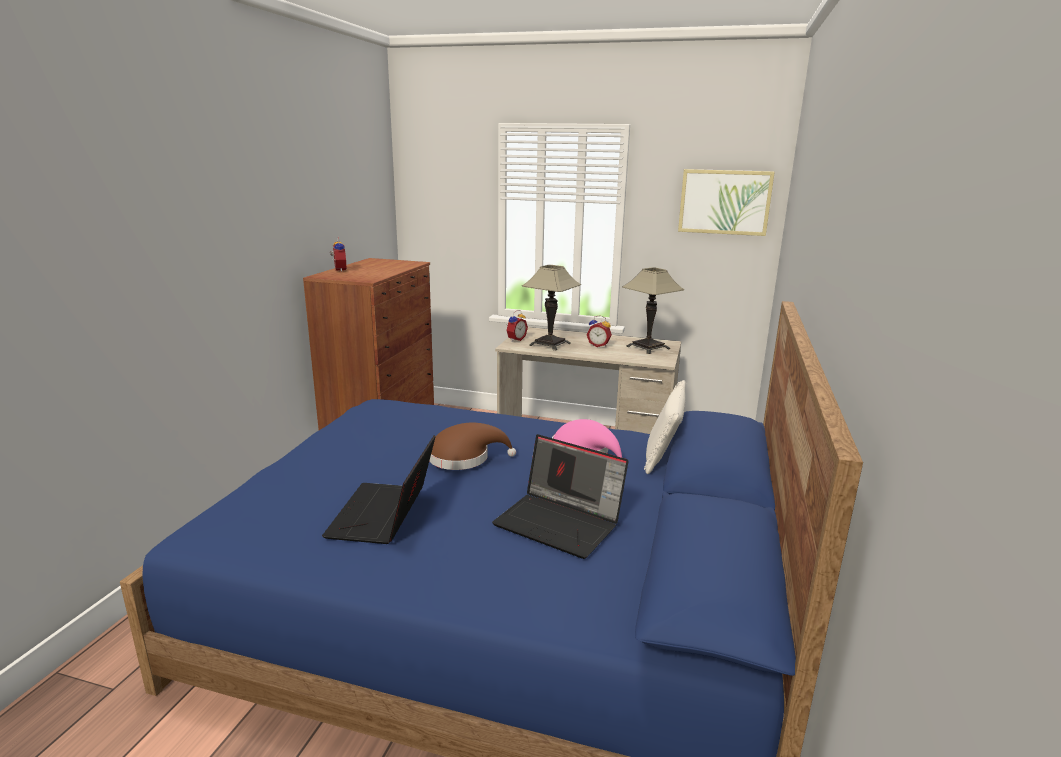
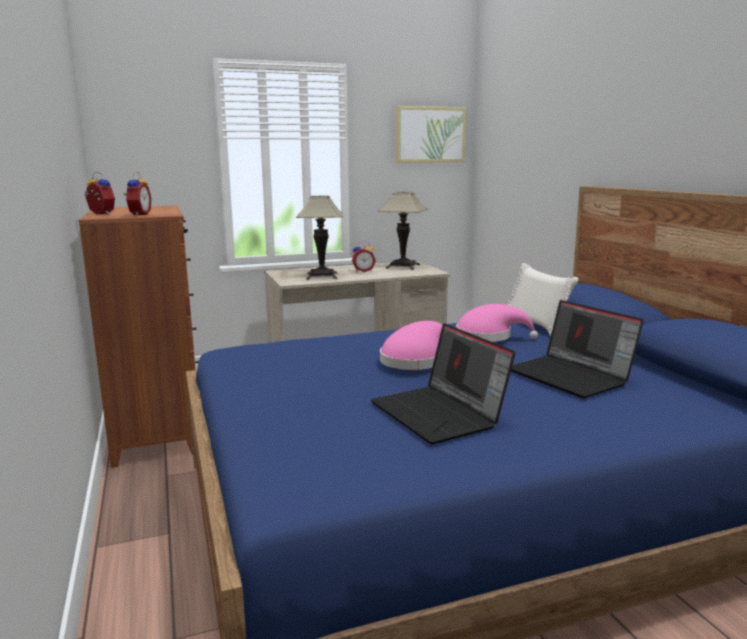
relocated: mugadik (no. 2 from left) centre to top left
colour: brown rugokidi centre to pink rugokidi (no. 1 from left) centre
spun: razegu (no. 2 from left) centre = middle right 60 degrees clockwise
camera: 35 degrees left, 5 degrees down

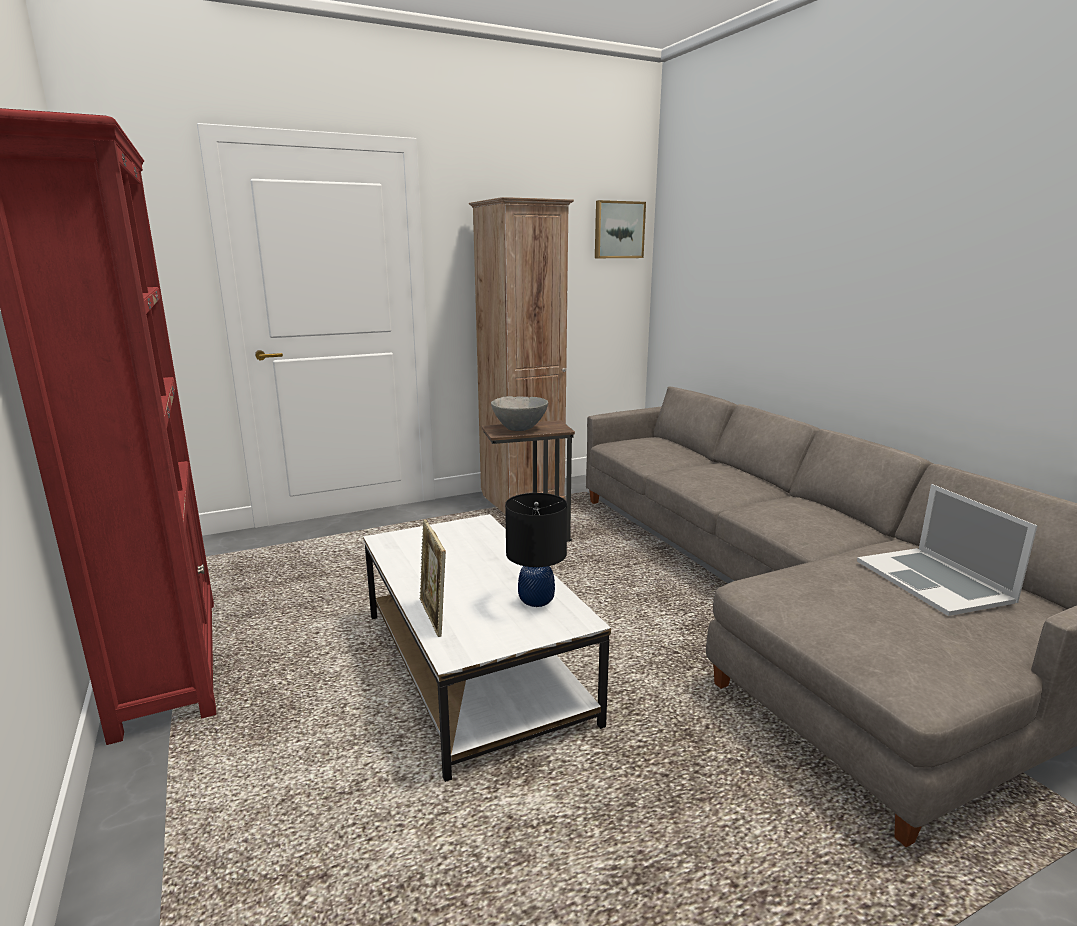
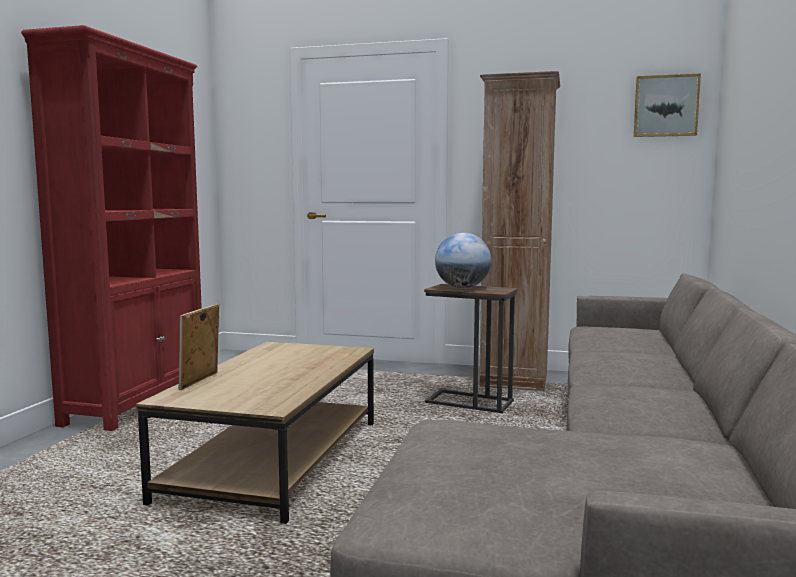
missing: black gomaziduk centre; razegu middle right
exchanged: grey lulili centre to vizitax centre
colour: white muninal bottom centre to brown muninal bottom left
camera: 40 degrees right, 10 degrees down

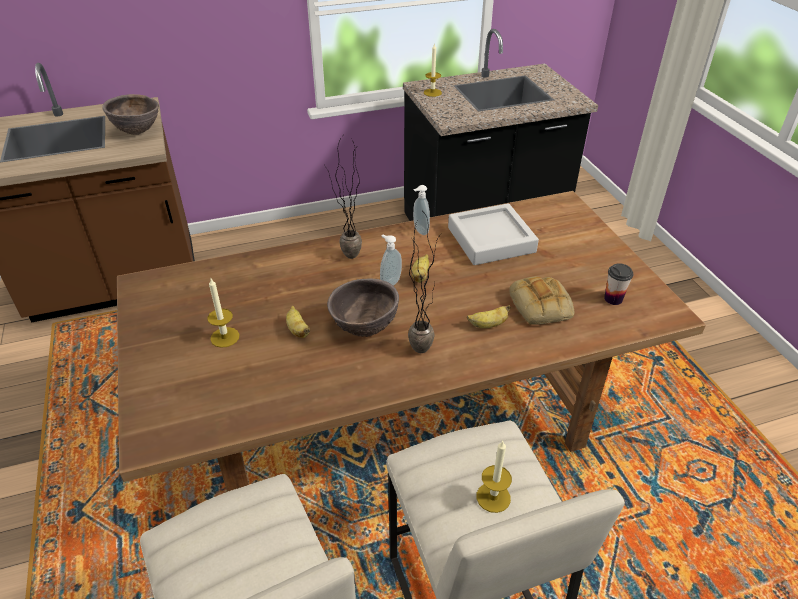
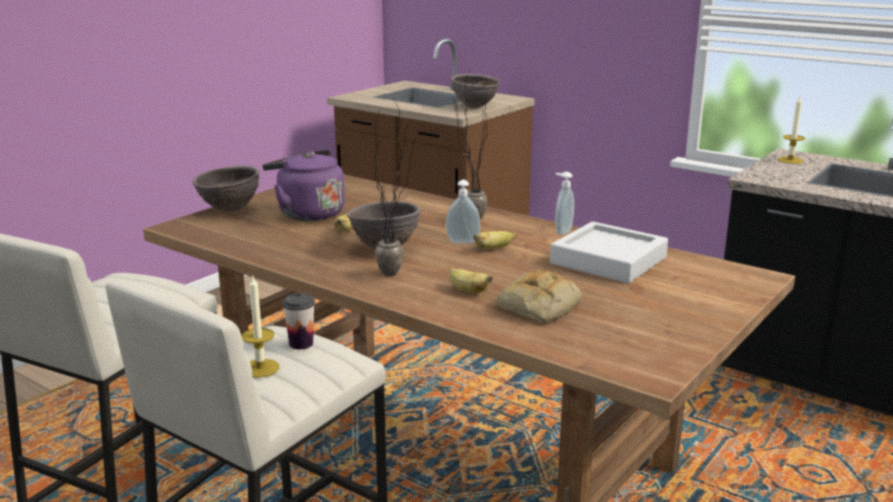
appeared: brown lulili (no. 1 from left) middle left
relocated: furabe middle right to centre
exchanged: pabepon (no. 1 from left) middle left to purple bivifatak centre
camera: 55 degrees right, 20 degrees down

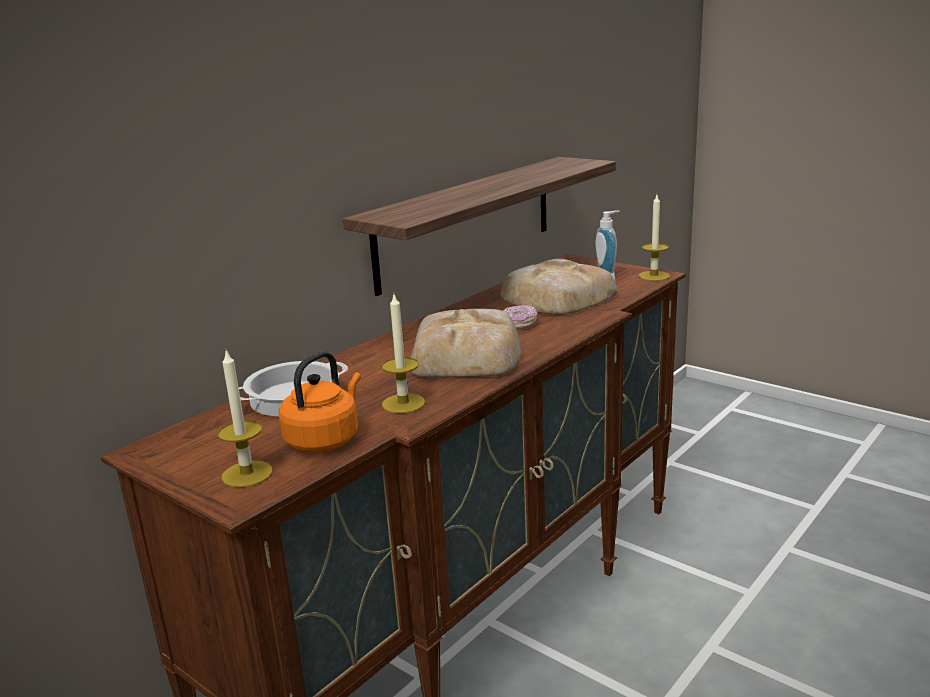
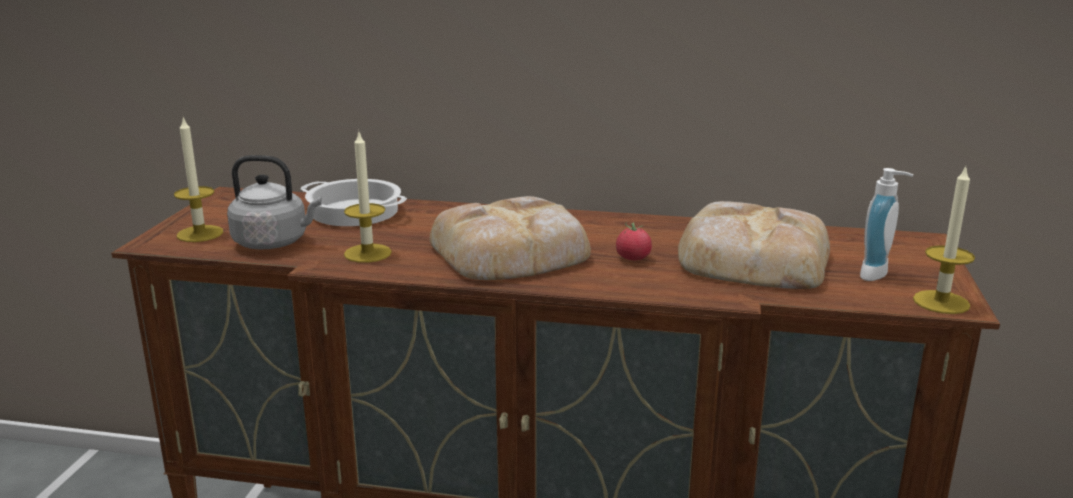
missing: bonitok top centre
exchanged: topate centre to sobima centre
colour: orange bivifatak centre to grey bivifatak middle left
camera: 60 degrees right, 0 degrees up

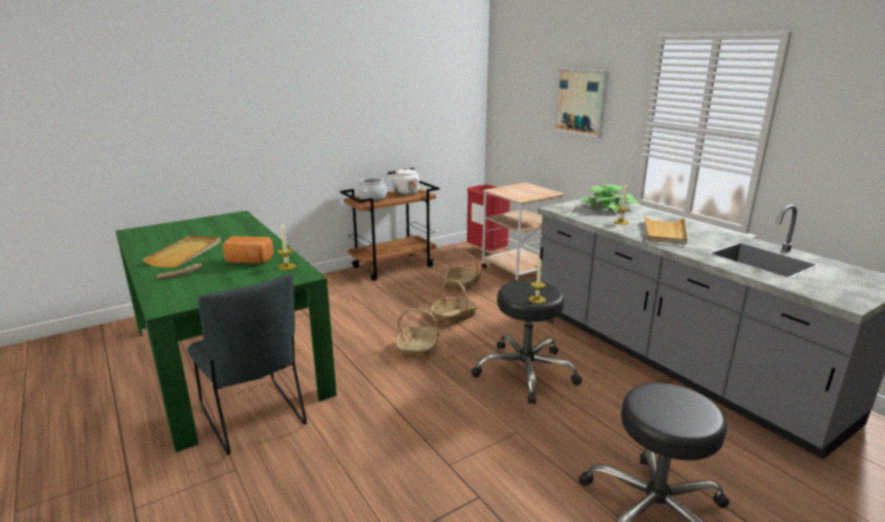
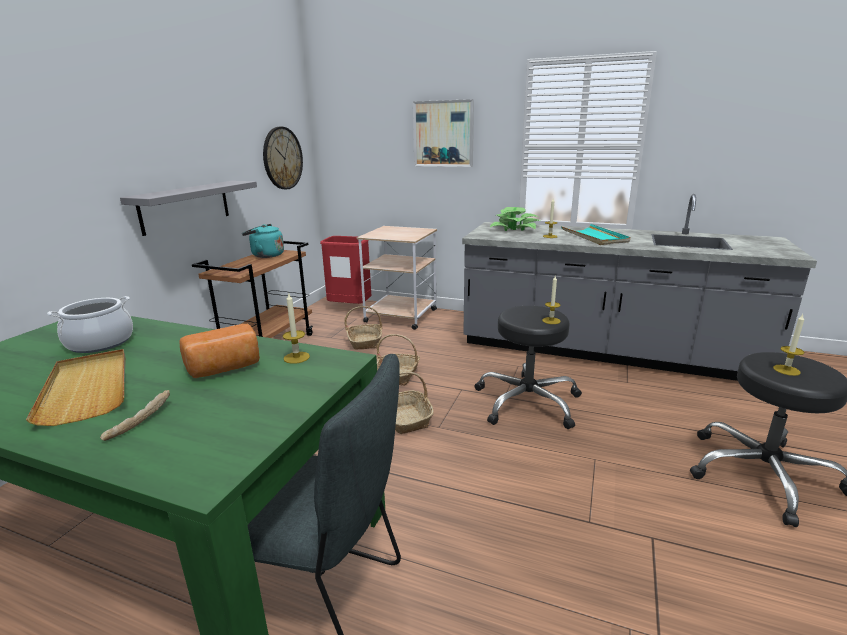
appeared: grey bonitok top left; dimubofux top centre; pabepon (no. 4 from left) middle right
relocated: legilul centre to middle left
colour: white bivifatak centre to turquoise bivifatak middle left; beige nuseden (no. 2 from left) middle right to turquoise nuseden middle right
camera: 35 degrees left, 0 degrees up

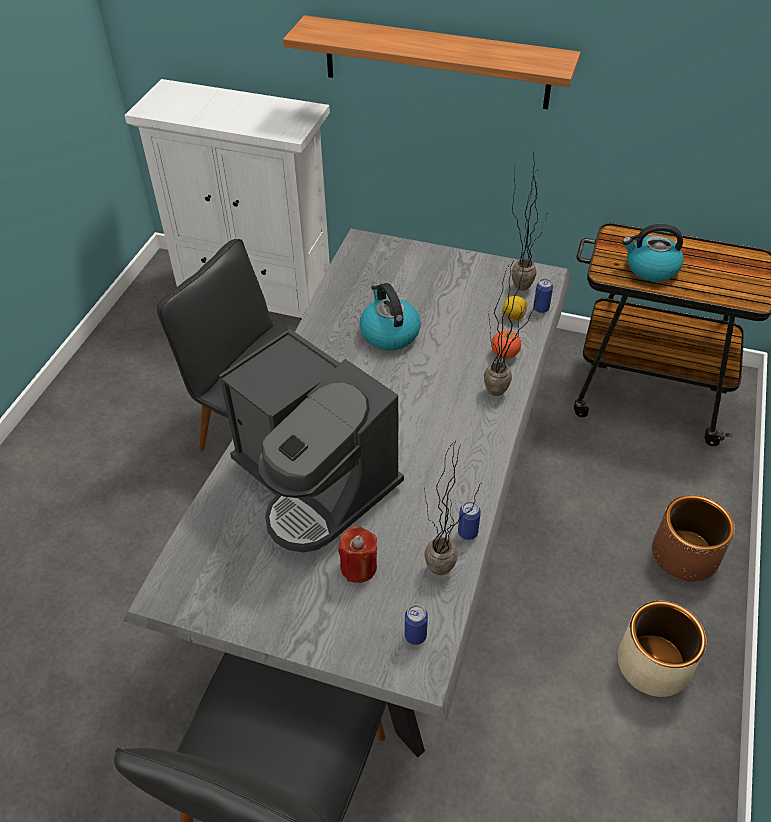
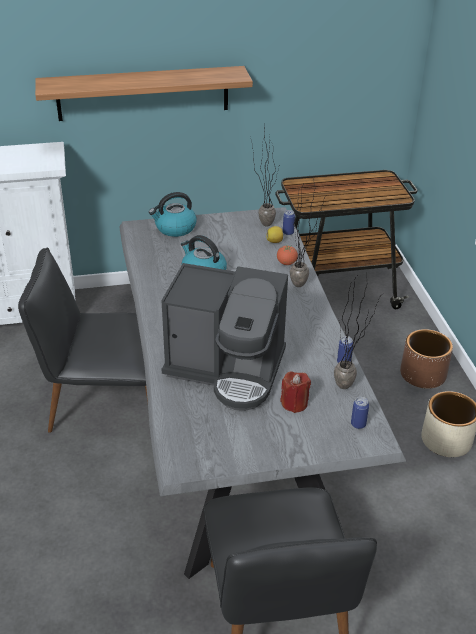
relocated: bivifatak (no. 2 from left in the first image) top right to bivifatak (no. 1 from left) centre
camera: 30 degrees left, 10 degrees down

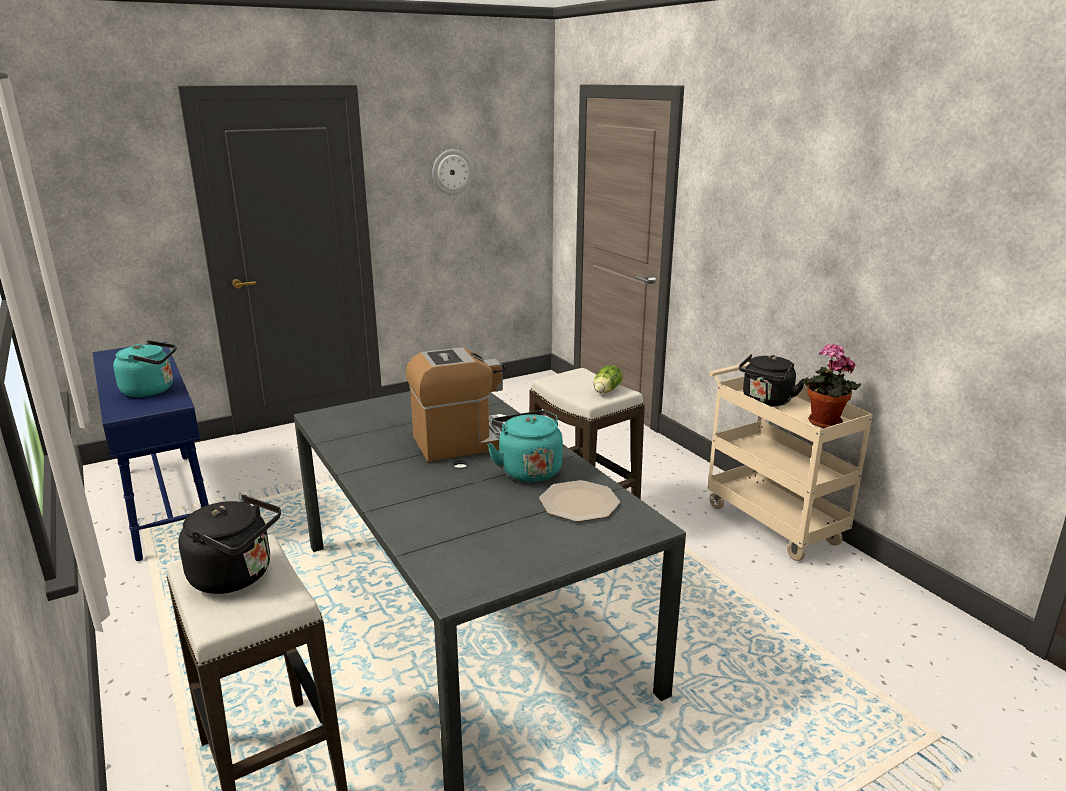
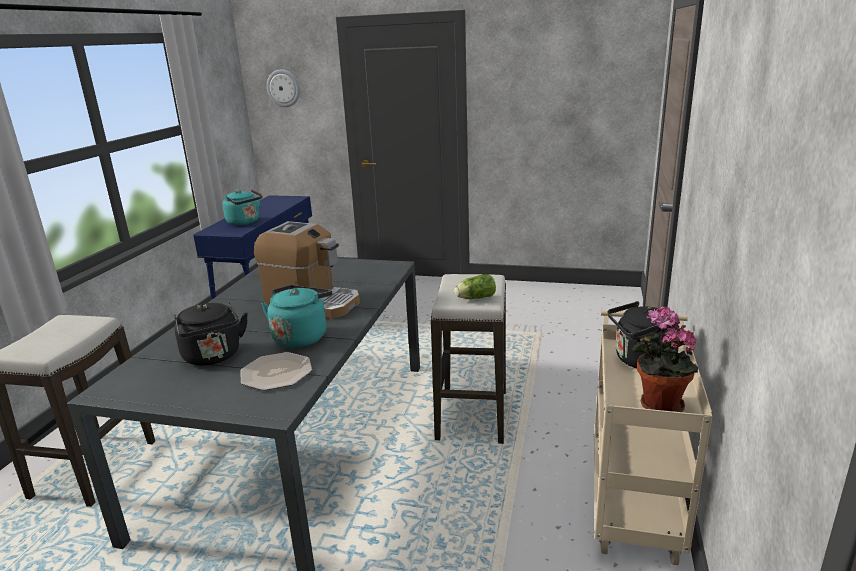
relocated: black bivifatak (no. 1 from left) bottom left to middle left; dimubofux top centre to top left
camera: 45 degrees right, 0 degrees up

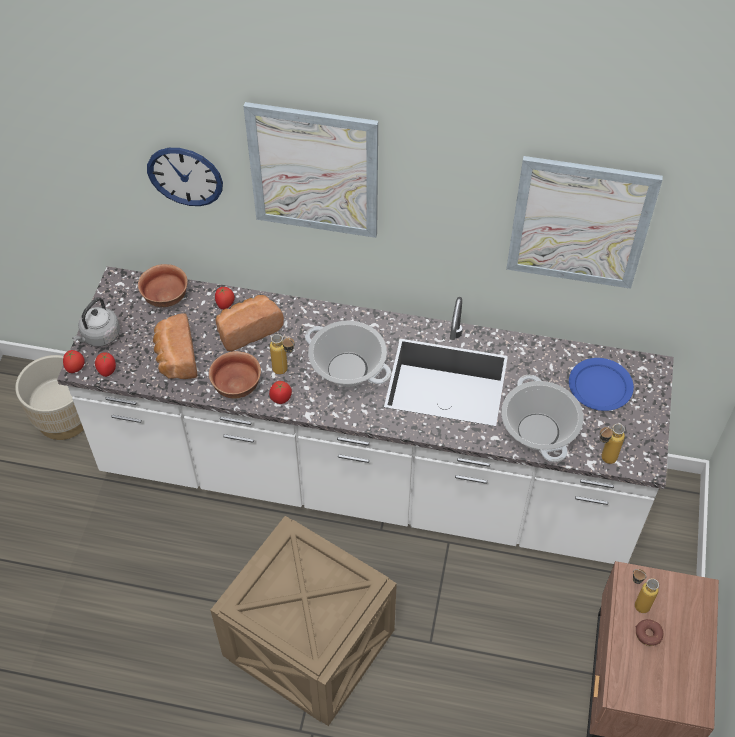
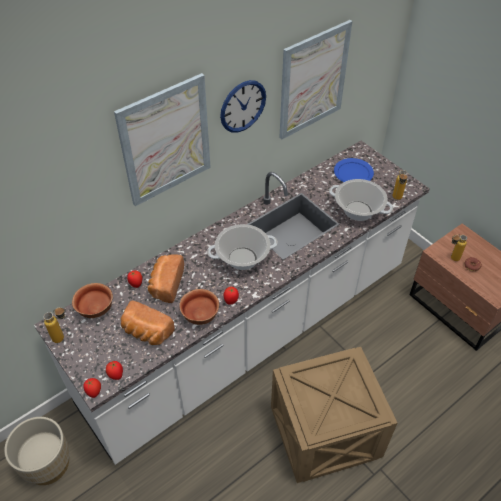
missing: grey bivifatak middle left
relocated: dimubofux top left to top centre; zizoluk (no. 1 from left) centre to middle left
camera: 50 degrees left, 5 degrees down

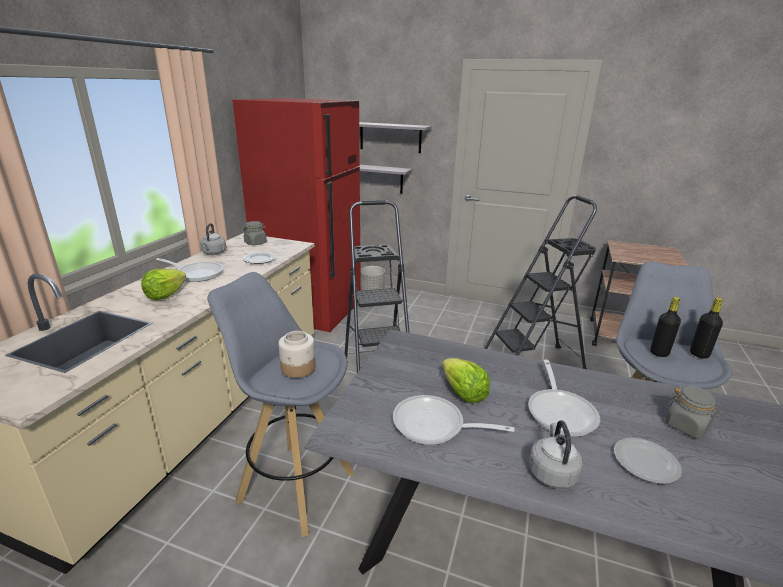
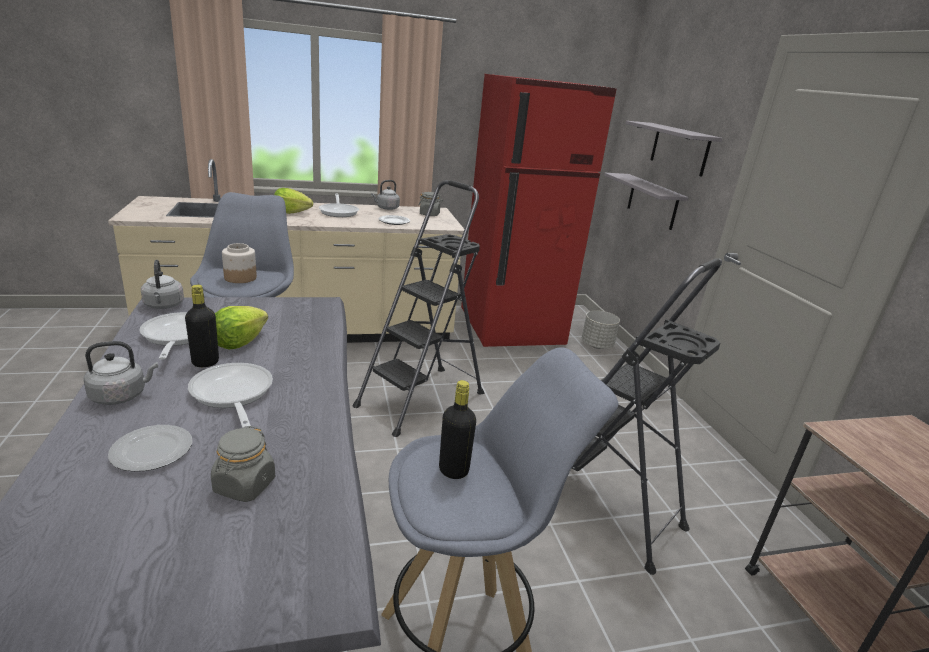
appeared: grey bivifatak (no. 2 from left) middle left
relocated: black zizoluk (no. 2 from left in the first image) middle right to black zizoluk (no. 1 from left) middle left
spun: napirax (no. 3 from left in the first image) bottom right = middle left 90 degrees clockwise
camera: 55 degrees right, 0 degrees up

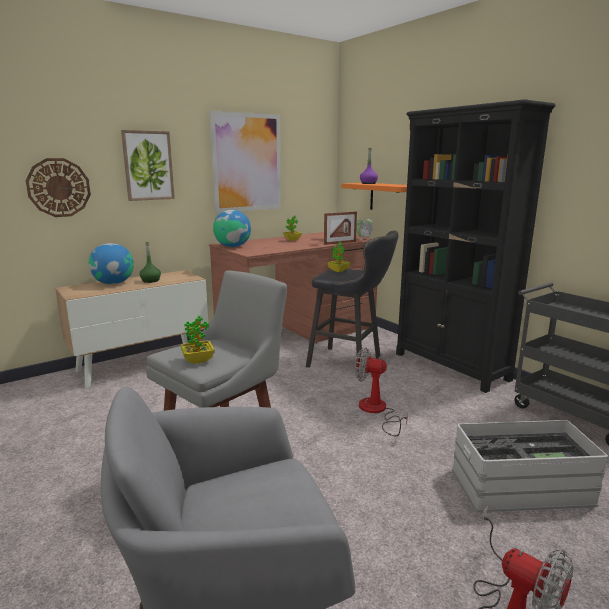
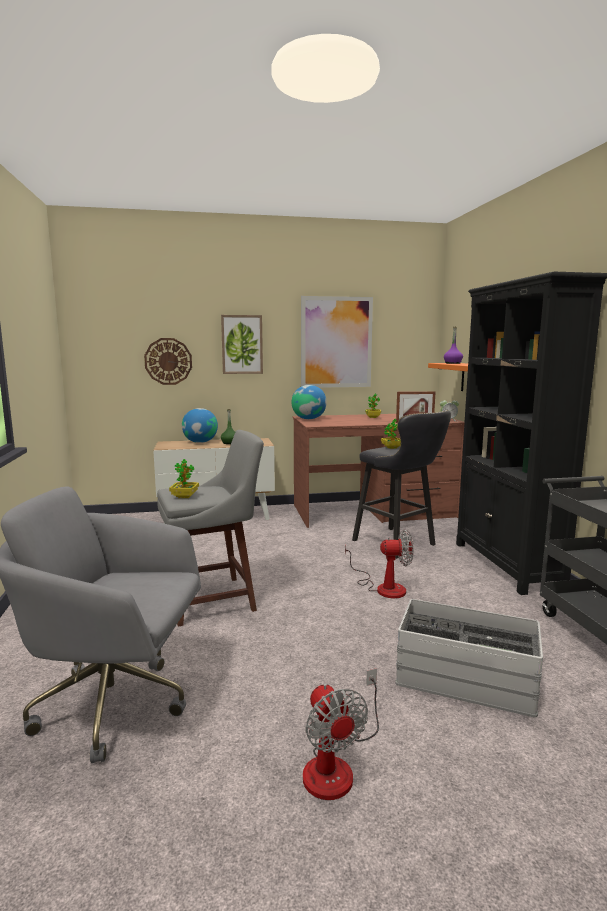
spun: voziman (no. 1 from left in the first image) centre = centre 135 degrees clockwise
camera: 25 degrees right, 5 degrees down

